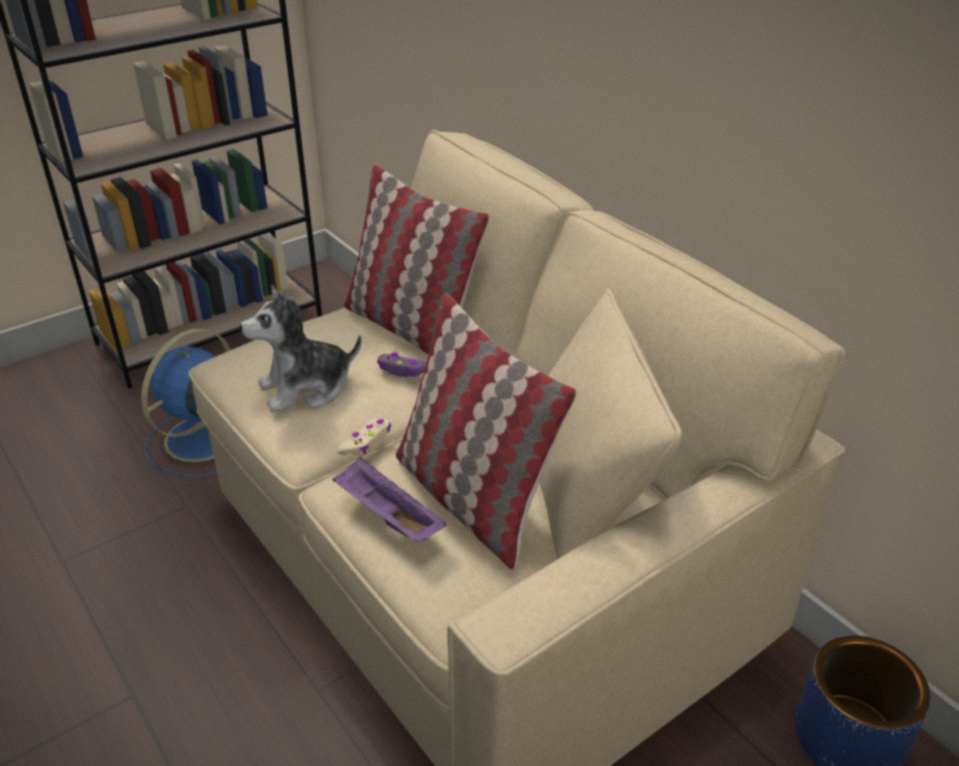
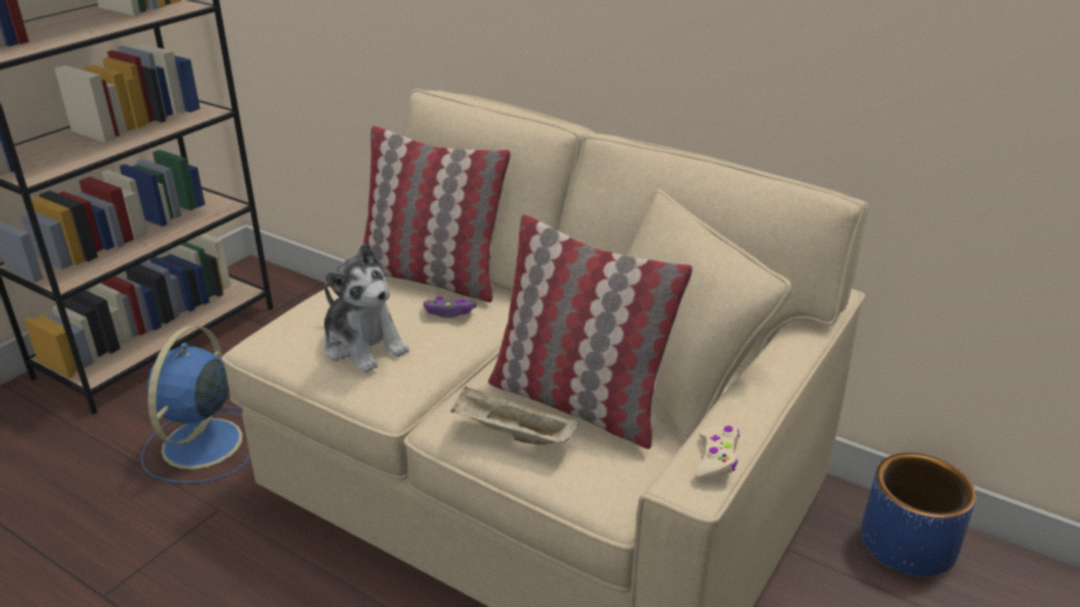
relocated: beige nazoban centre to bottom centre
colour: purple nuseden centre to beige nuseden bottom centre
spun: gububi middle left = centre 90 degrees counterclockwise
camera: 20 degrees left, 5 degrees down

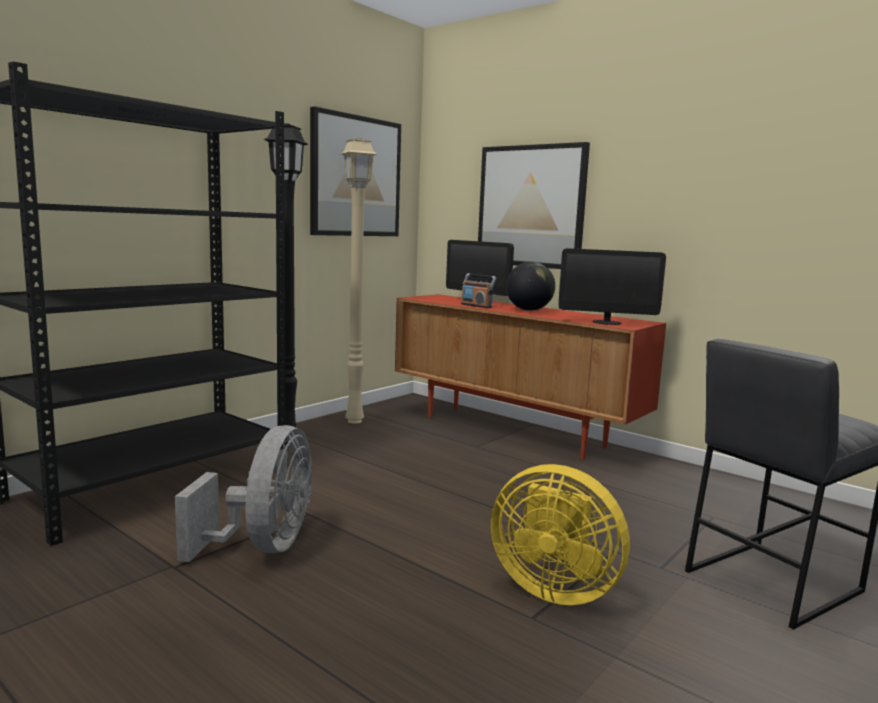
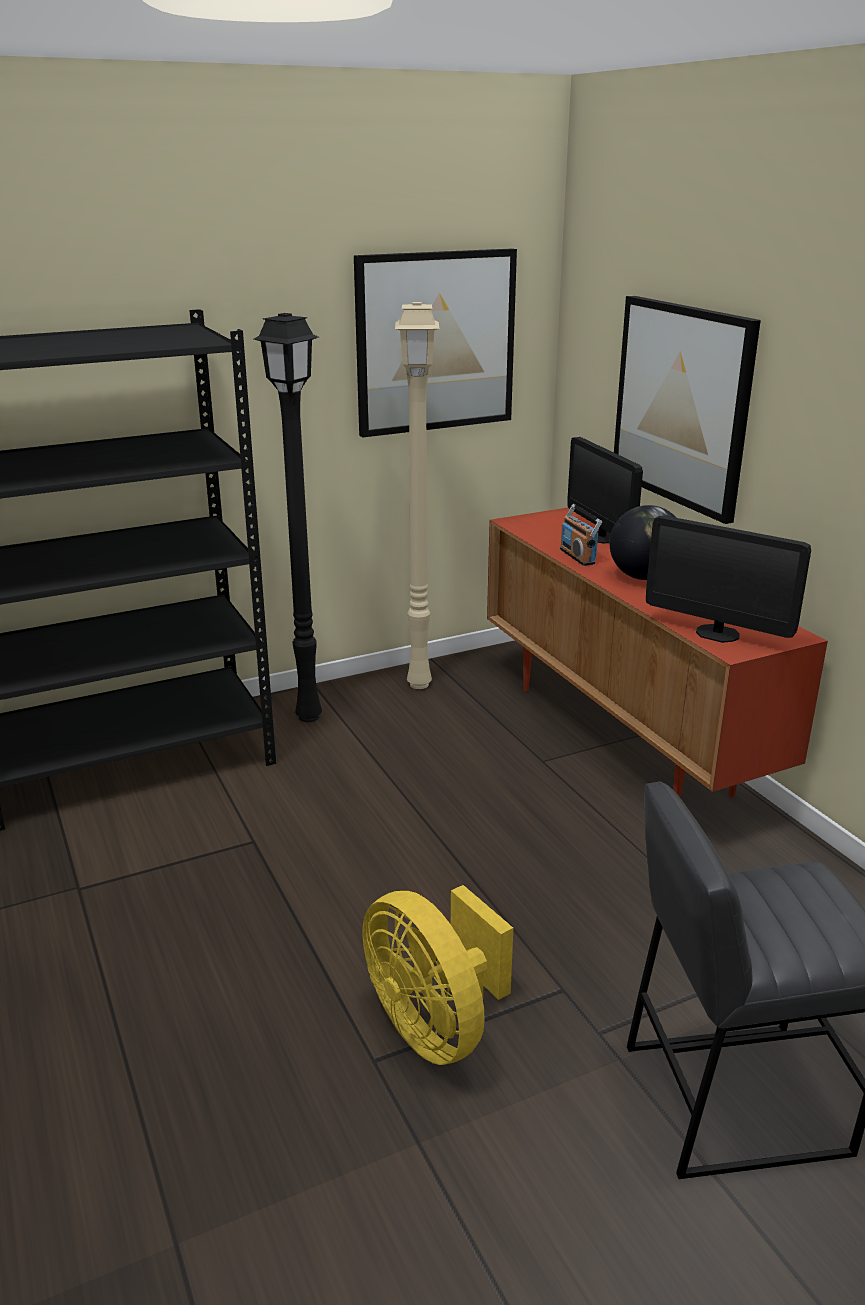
missing: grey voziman bottom left
camera: 25 degrees right, 15 degrees up

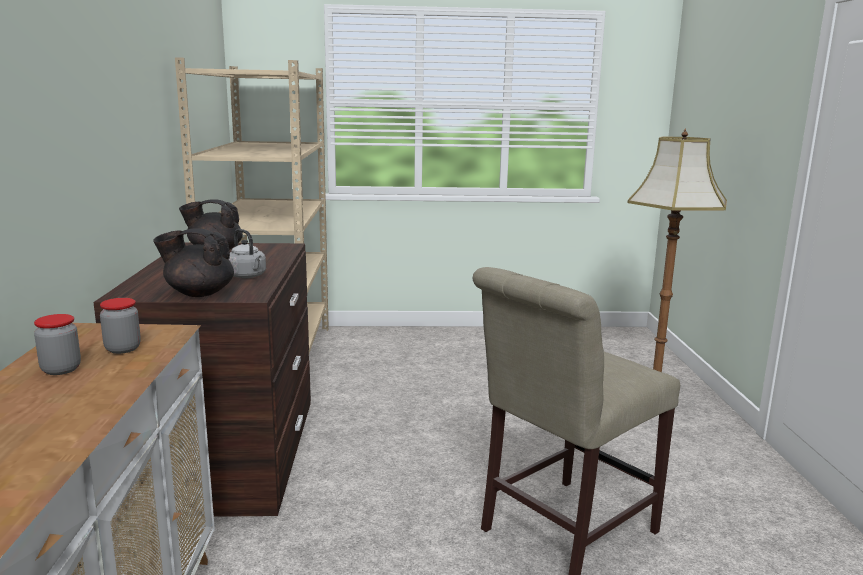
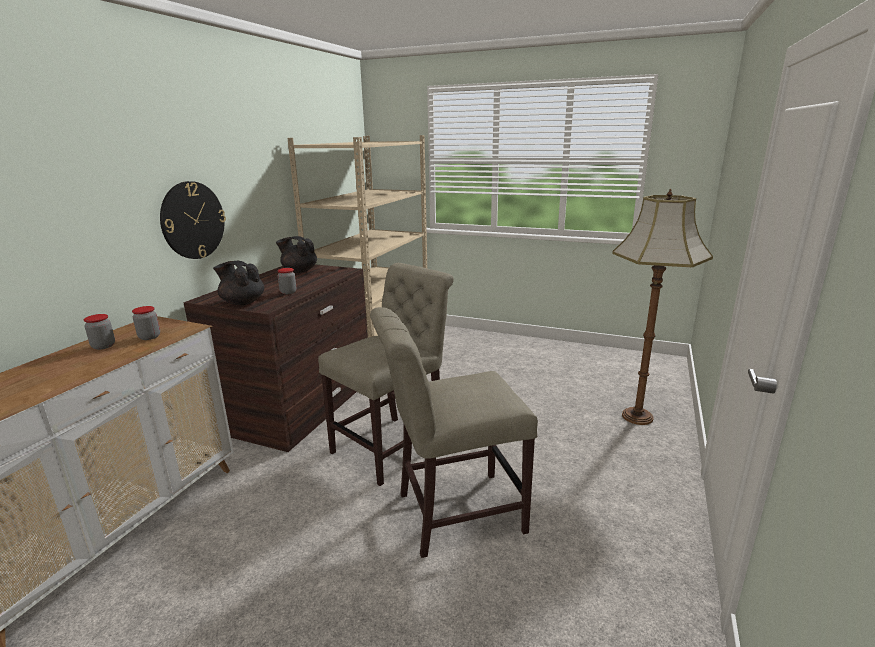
appeared: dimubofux middle left; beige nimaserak (no. 1 from left) centre
exchanged: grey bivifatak middle left to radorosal (no. 3 from left) middle left
camera: 25 degrees right, 5 degrees up

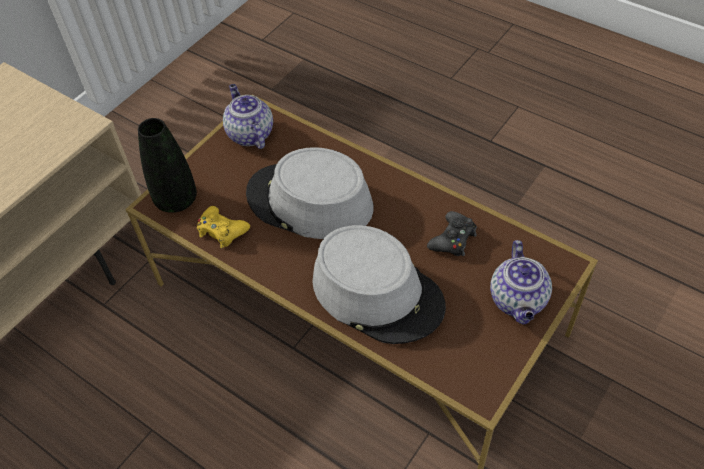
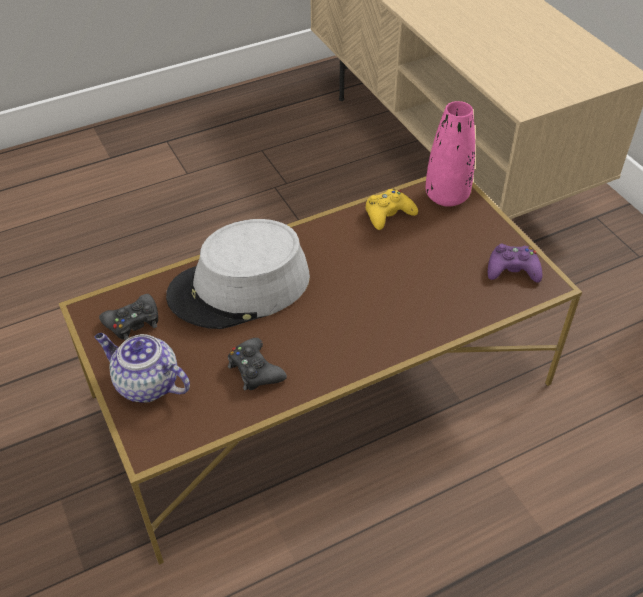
missing: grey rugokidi (no. 1 from left) centre
appeared: black nazoban (no. 1 from left) middle left
exchanged: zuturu (no. 1 from left) top centre to purple nazoban middle right
colour: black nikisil middle left to pink nikisil top right
camera: 115 degrees right, 5 degrees down

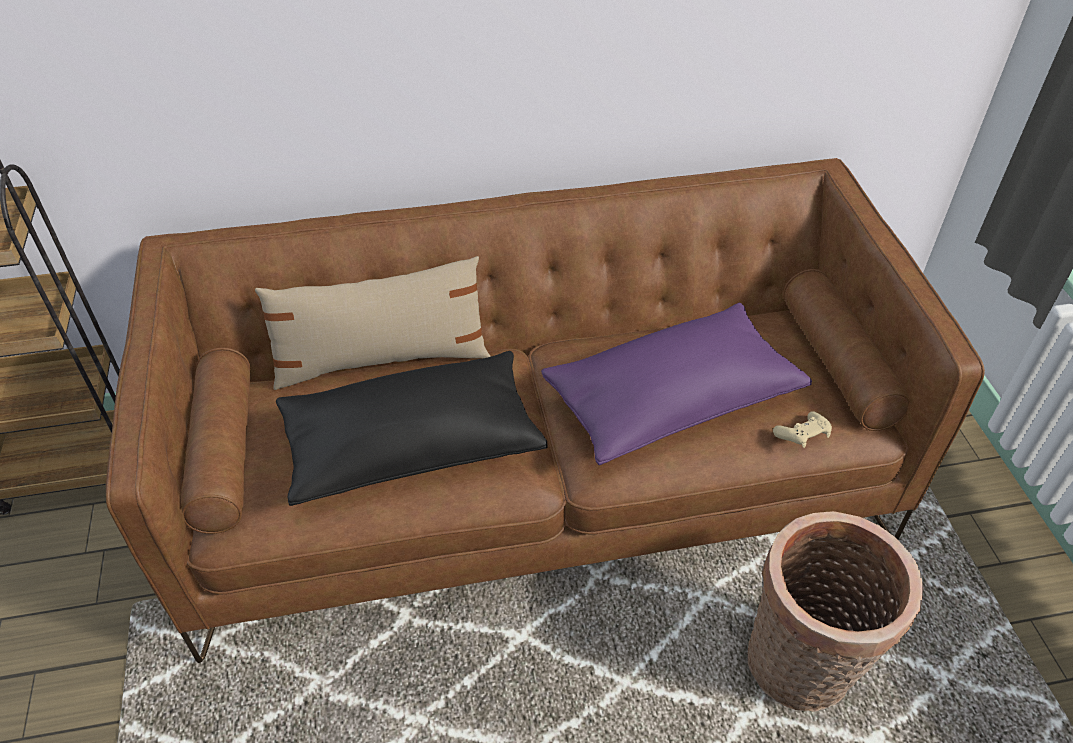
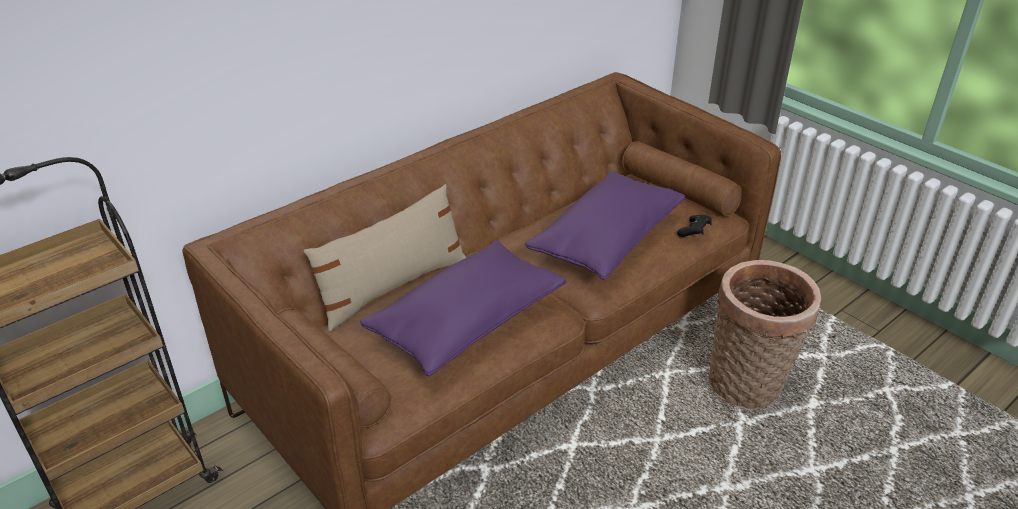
colour: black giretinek centre to purple giretinek (no. 1 from left) centre; beige nazoban middle right to black nazoban middle right
camera: 30 degrees left, 10 degrees down

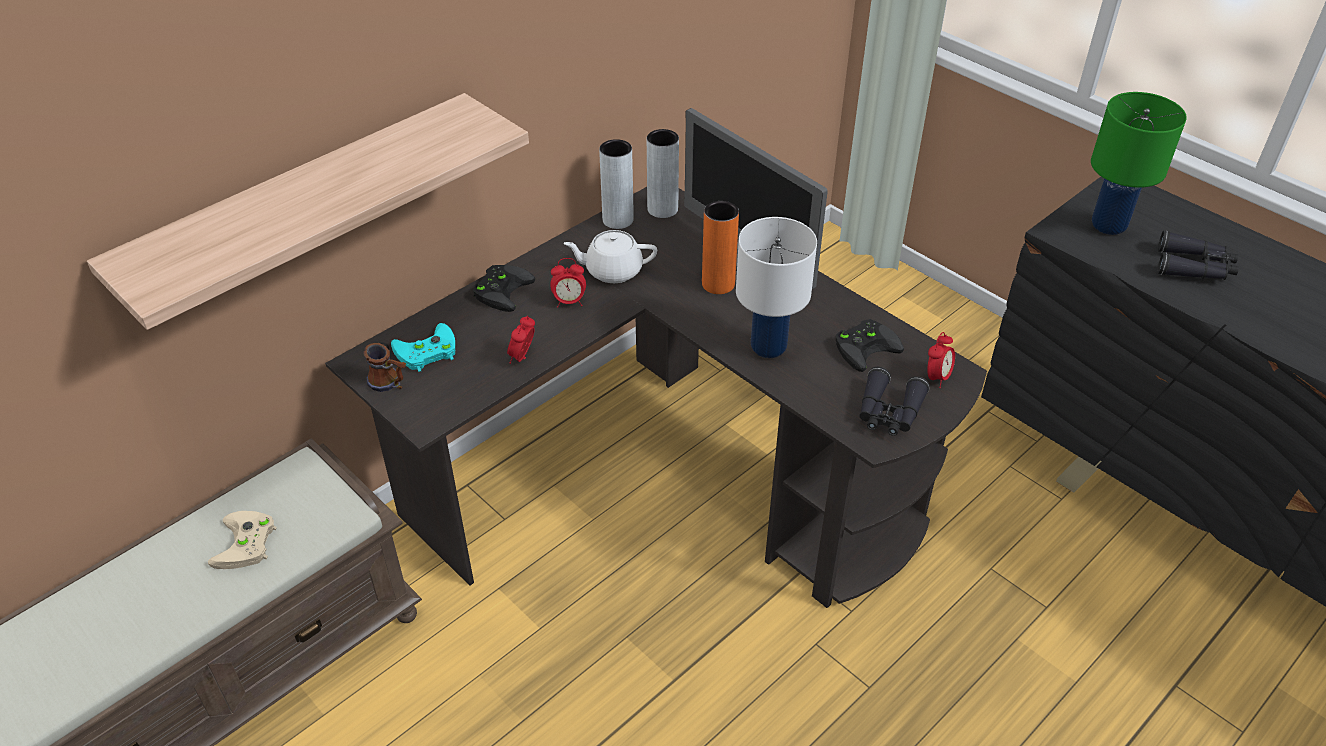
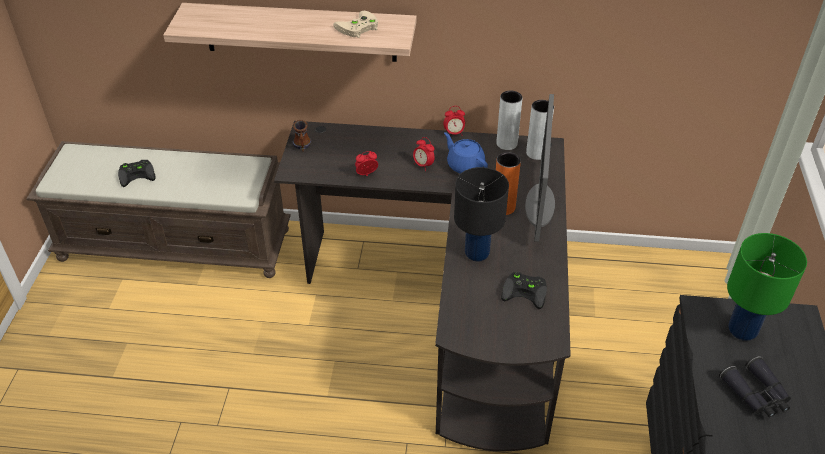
missing: turquoise nazoban middle left; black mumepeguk (no. 1 from left) middle right
relocated: beige nazoban bottom left to top centre; black nazoban (no. 1 from left) centre to middle left; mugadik (no. 3 from left) middle right to top centre
colour: white zuturu centre to blue zuturu centre; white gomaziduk centre to black gomaziduk centre
camera: 50 degrees right, 0 degrees up

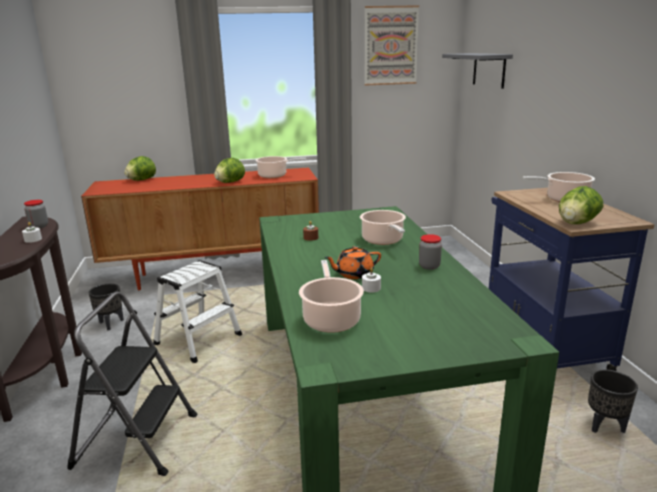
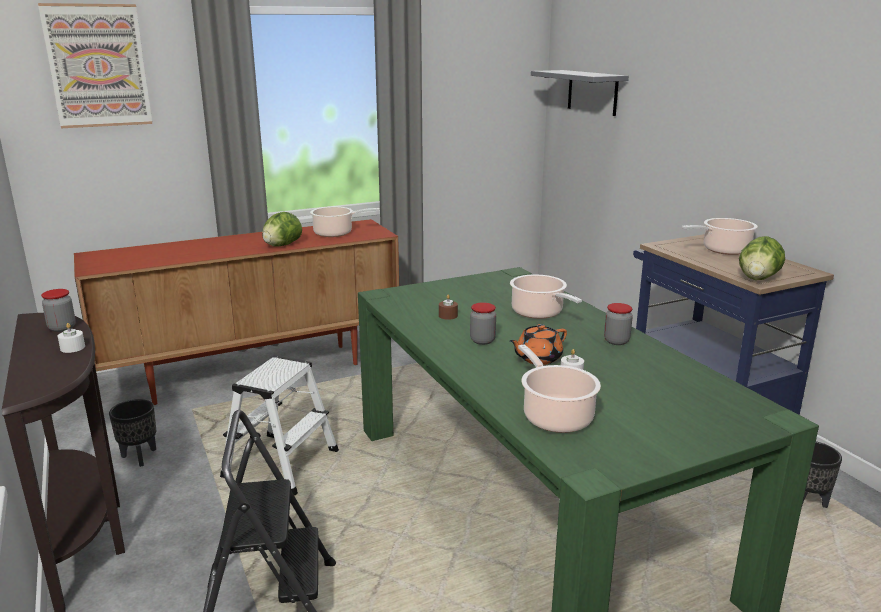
missing: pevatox (no. 1 from left) middle left
appeared: radorosal (no. 2 from left) centre
relocated: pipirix top centre to top left
camera: 15 degrees left, 0 degrees up

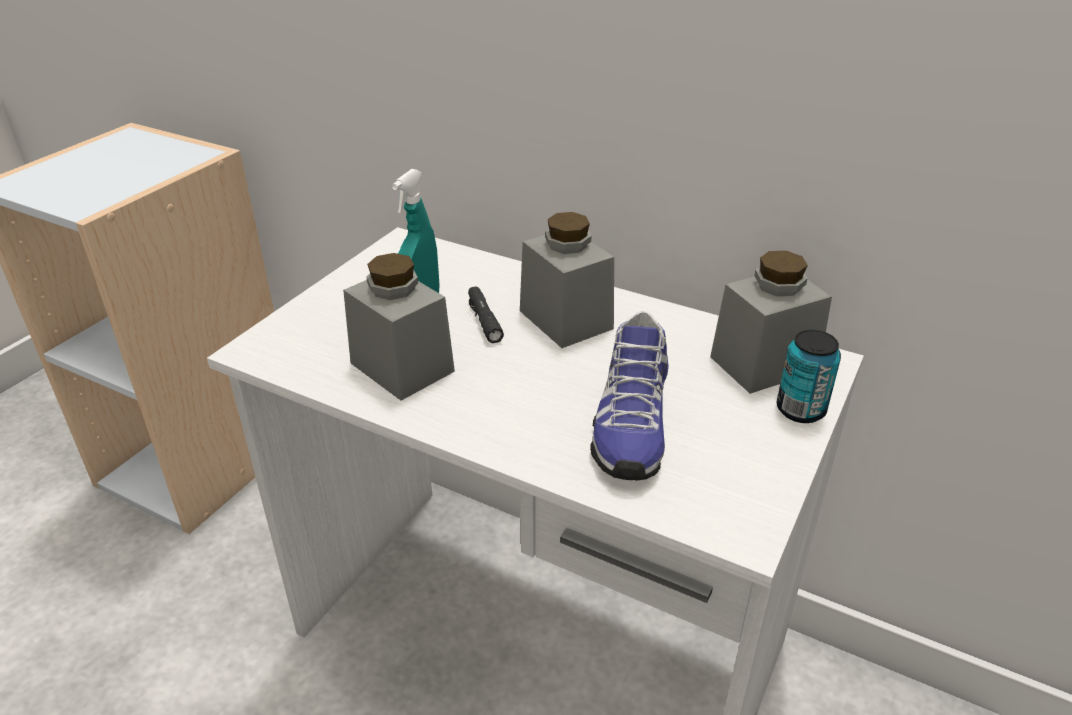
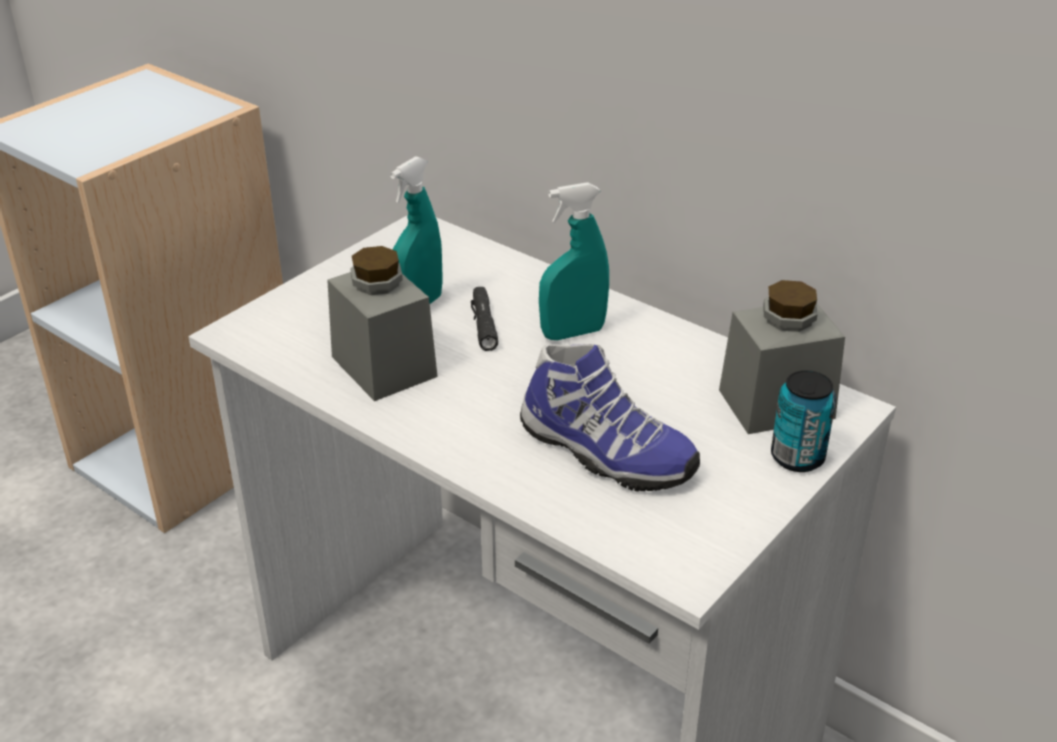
exchanged: grey radorosal (no. 2 from left) centre to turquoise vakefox (no. 2 from left) centre
spun: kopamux centre = centre 75 degrees counterclockwise
camera: 10 degrees right, 0 degrees up

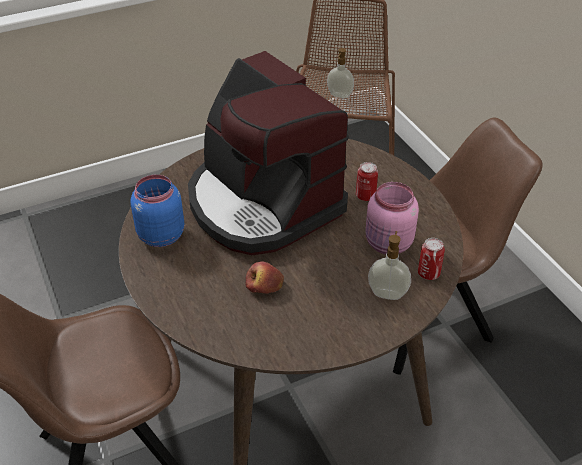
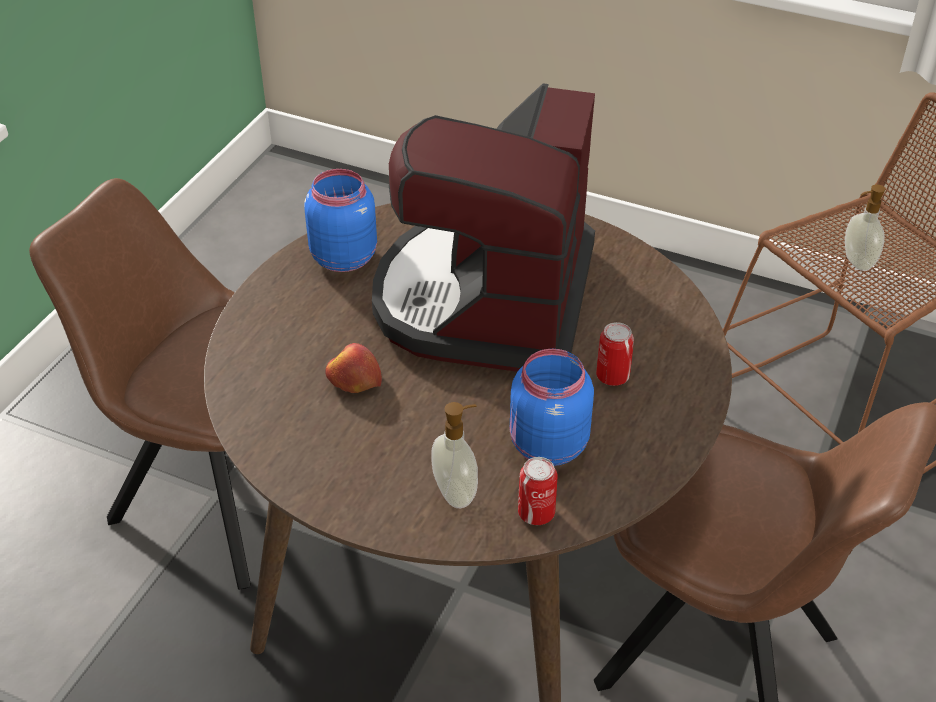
colour: pink radorosal middle right to blue radorosal (no. 2 from left) centre
camera: 50 degrees right, 0 degrees up

